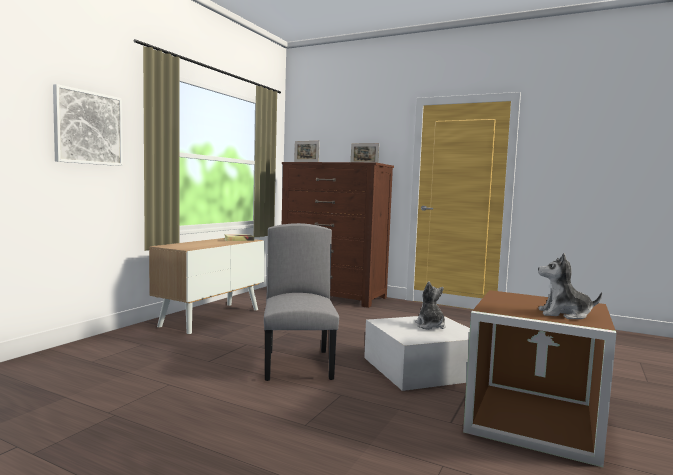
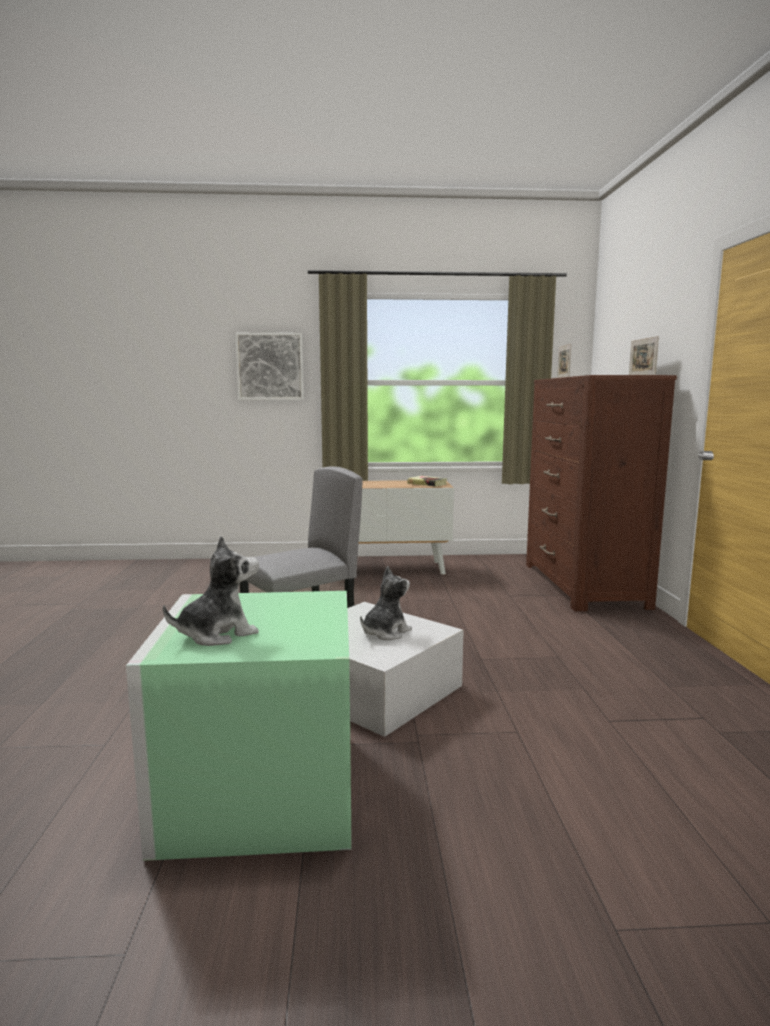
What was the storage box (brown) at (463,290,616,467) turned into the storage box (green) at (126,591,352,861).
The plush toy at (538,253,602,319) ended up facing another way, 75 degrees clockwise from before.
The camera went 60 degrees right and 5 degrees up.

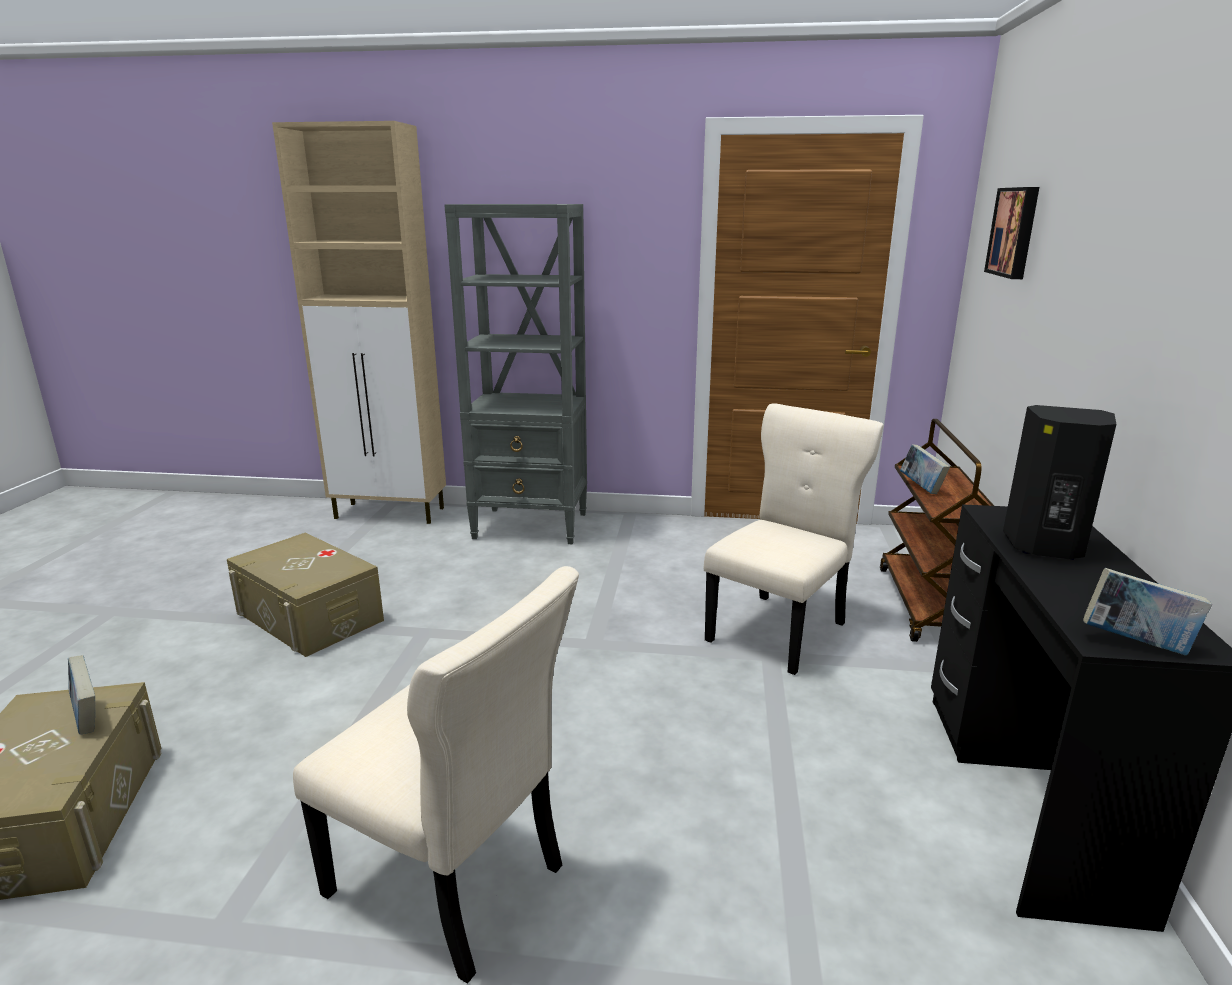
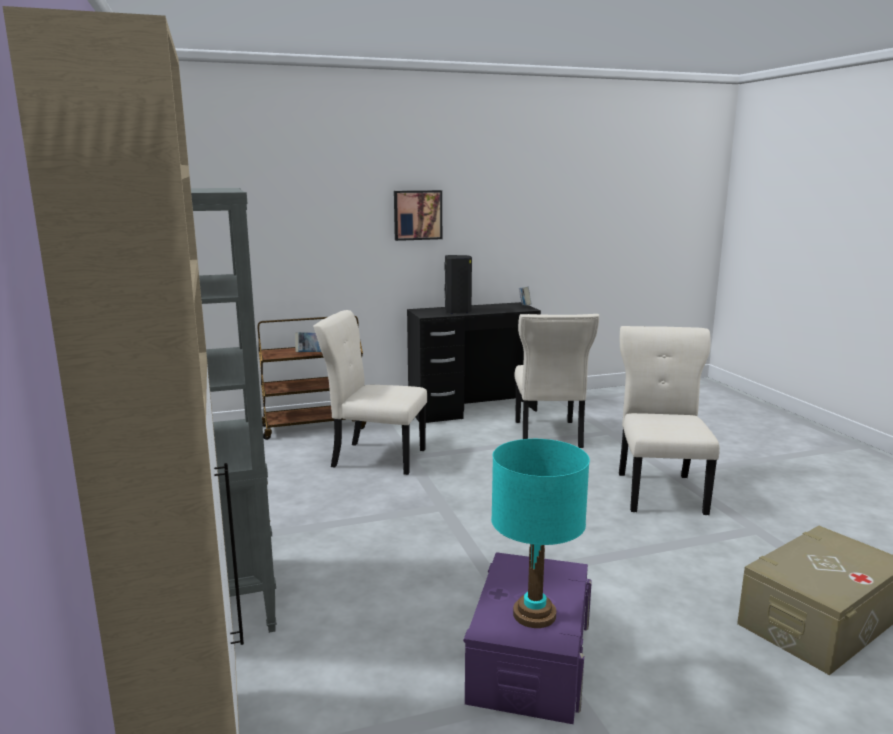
The second view lost the book at (68,655,95,735).
The second view gained the table lamp (turquoise) at (491,439,590,628).
The second view gained the chair (beige) at (514,314,599,448).
The picture ended up elsewhere, having gone from (984,187,1039,279) to (394,190,442,241).
What was the storage box (beige) at (227,533,384,657) turned into the storage box (purple) at (463,552,592,724).
The camera went 115 degrees left and 5 degrees down.

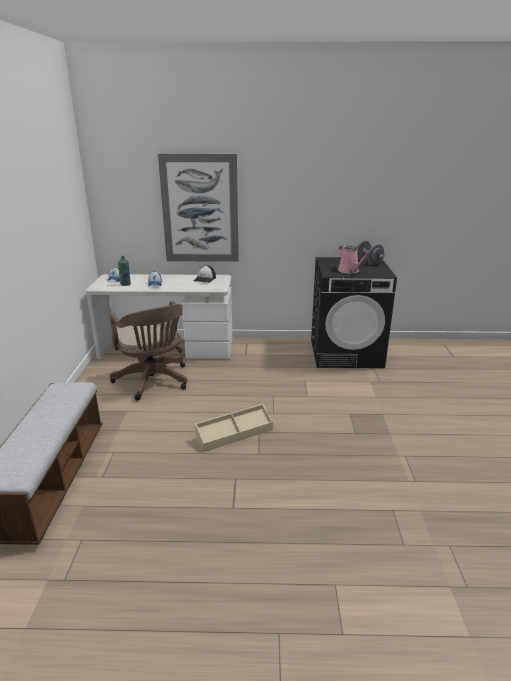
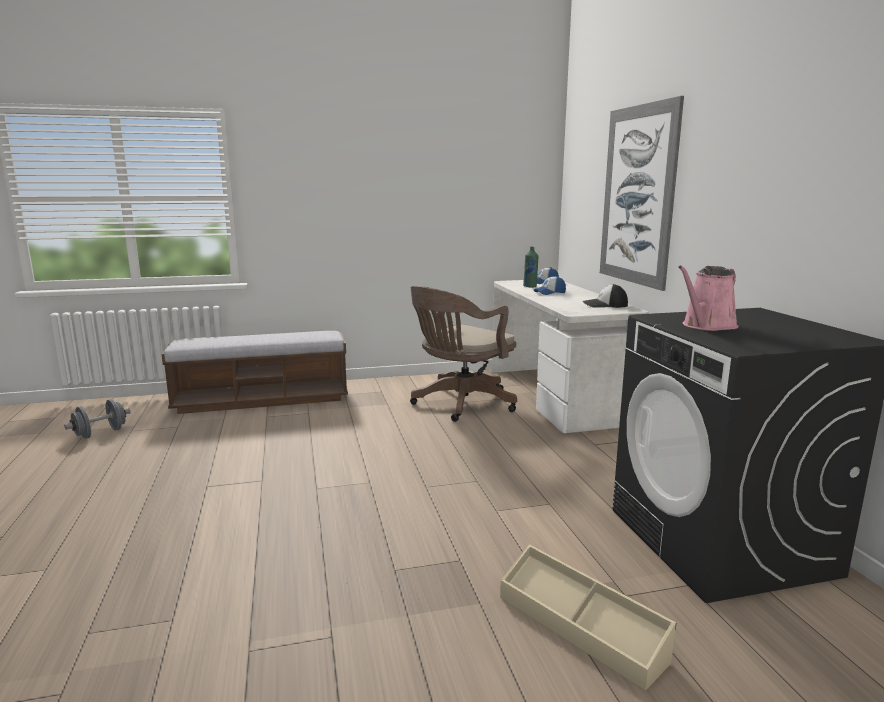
The storage box (beige) ended up elsewhere, having gone from (195,404,273,452) to (500,544,676,691).
The dumbbell (grey) ended up elsewhere, having gone from (356,241,385,265) to (64,399,131,439).
The camera went 75 degrees right and 10 degrees down.

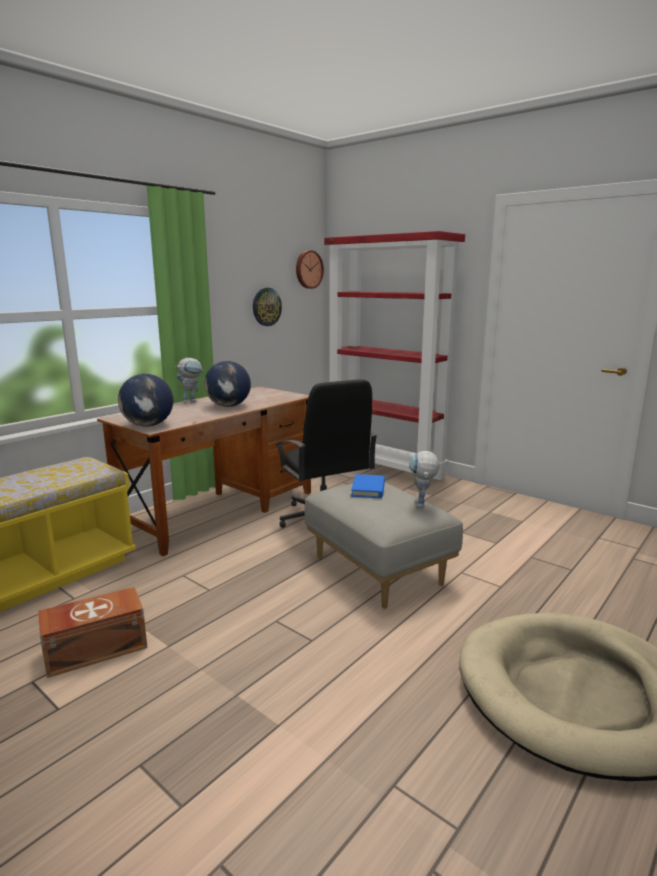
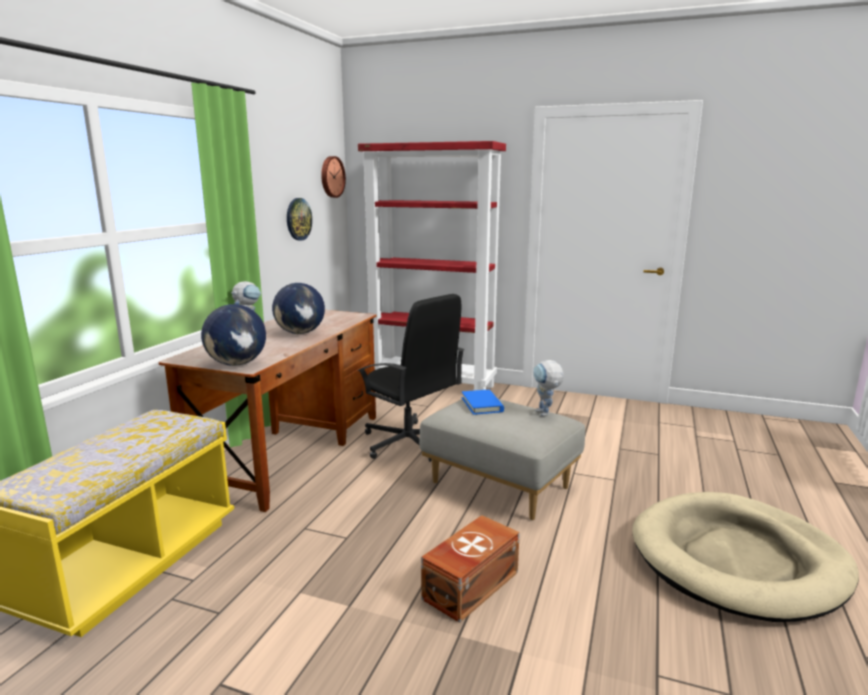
The storage box (brown) ended up elsewhere, having gone from (38,587,147,678) to (421,515,520,623).
The camera went 20 degrees left and 0 degrees up.

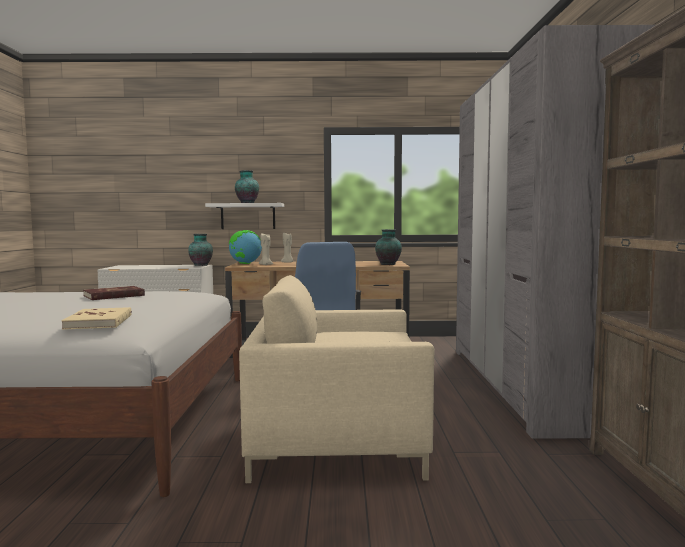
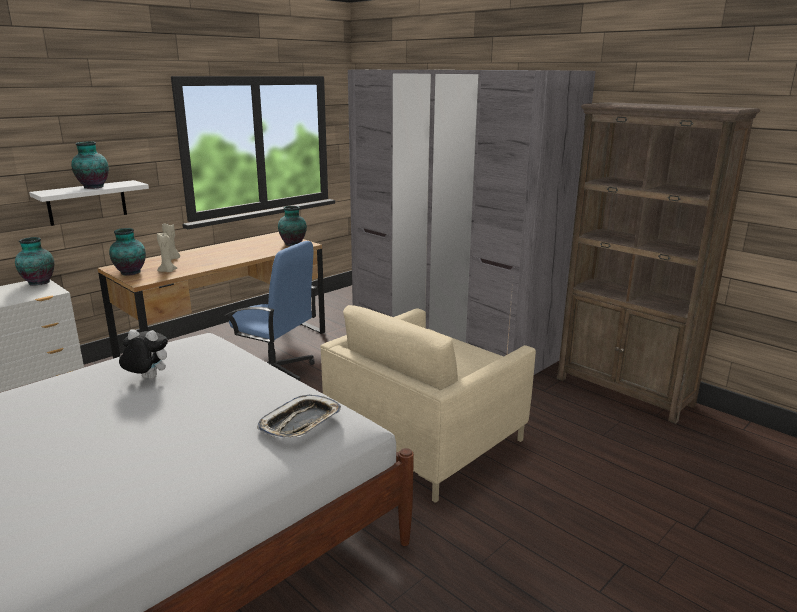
Where the book (beige) stood at (62,307,132,330), the tray came to stand at (257,395,341,438).
Where the book (red) stood at (83,286,145,300), the plush toy came to stand at (119,329,168,379).
Where the globe stood at (229,230,262,264), the vase came to stand at (109,228,146,275).
The camera went 45 degrees left and 15 degrees up.

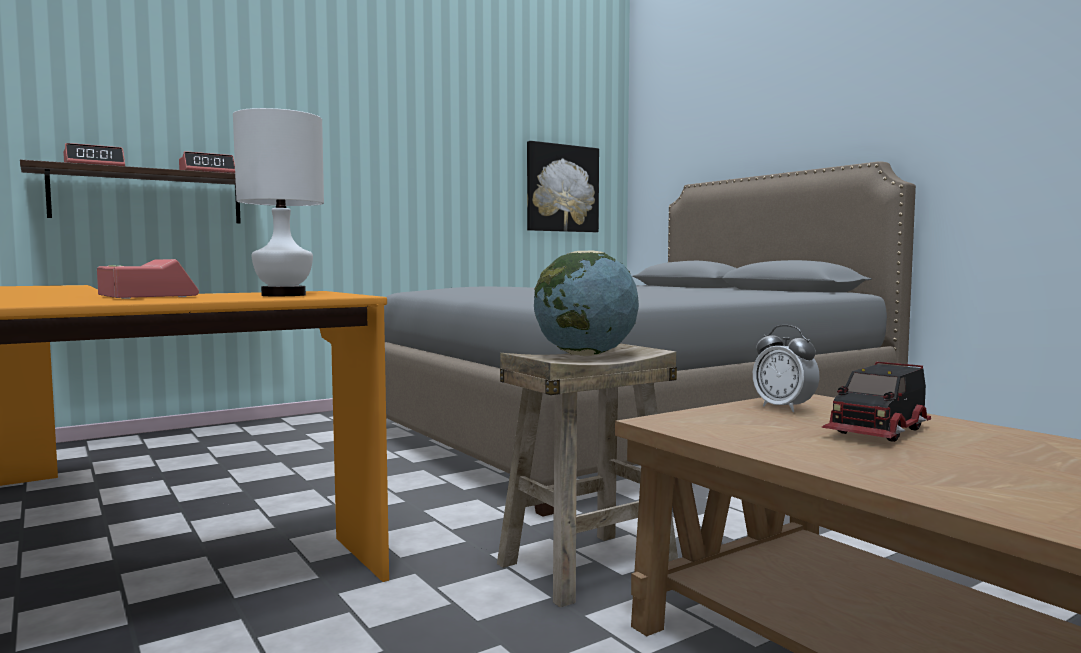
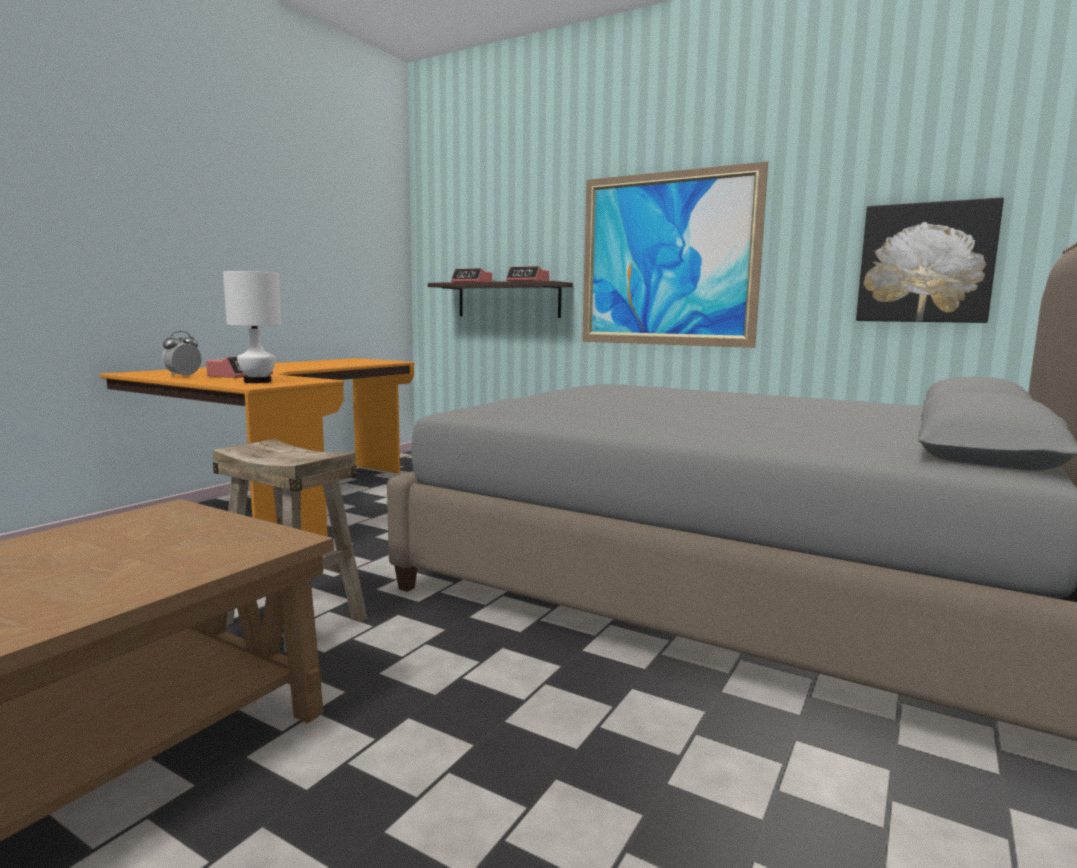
The second view lost the globe at (534,251,639,356).
The second view lost the toy truck at (822,361,931,442).
The second view gained the picture at (582,161,768,348).
The alarm clock ended up elsewhere, having gone from (753,325,819,412) to (163,331,202,377).
The camera went 65 degrees right and 5 degrees up.

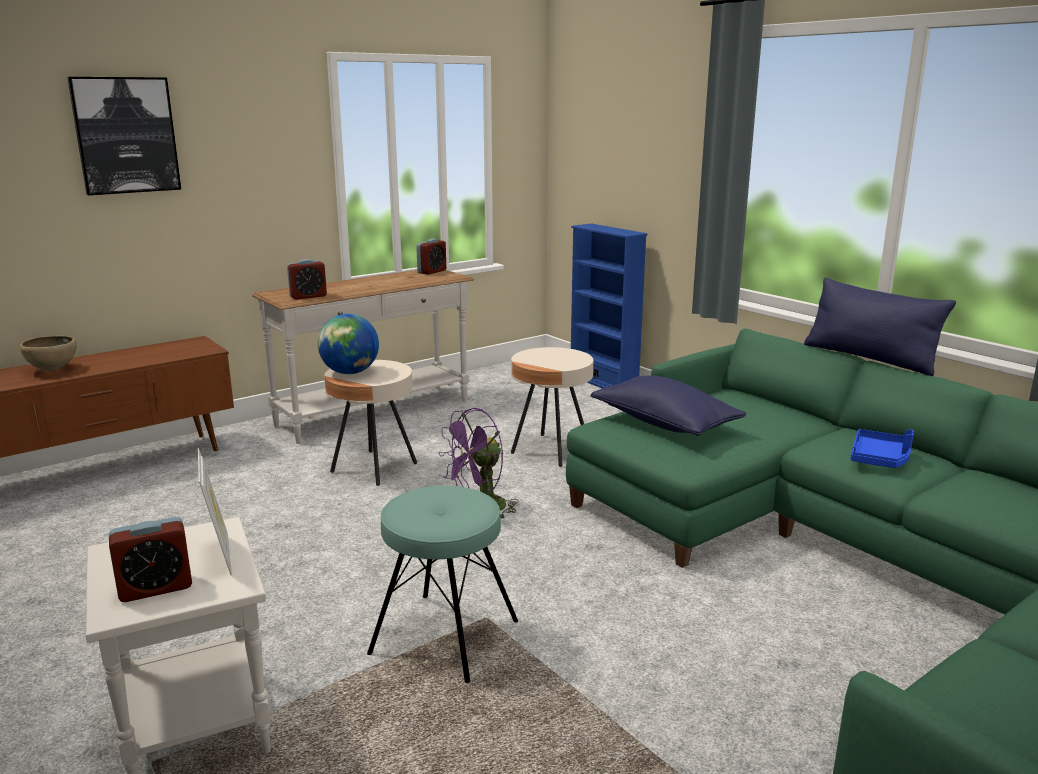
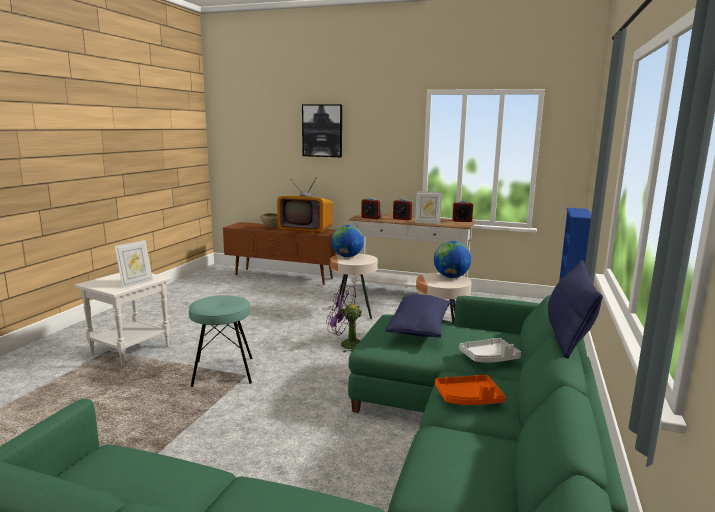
The second view gained the television at (277,177,333,234).
The second view gained the picture frame at (415,191,442,224).
The second view gained the globe at (434,241,471,278).
The second view gained the tray (grey) at (459,338,521,362).
The alarm clock ended up elsewhere, having gone from (109,517,192,602) to (393,199,413,220).
What was the tray (blue) at (850,429,914,468) turned into the tray (orange) at (435,375,506,405).
The camera went 55 degrees right and 5 degrees down.

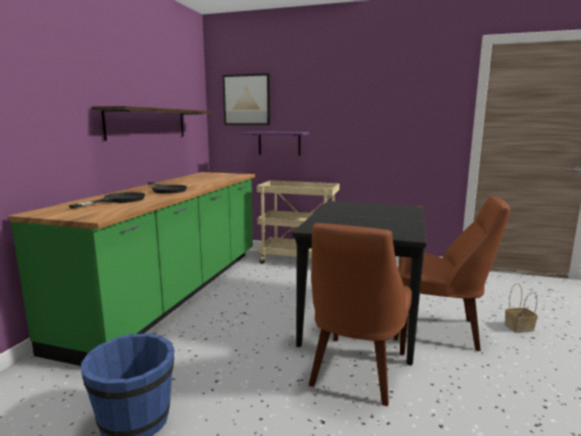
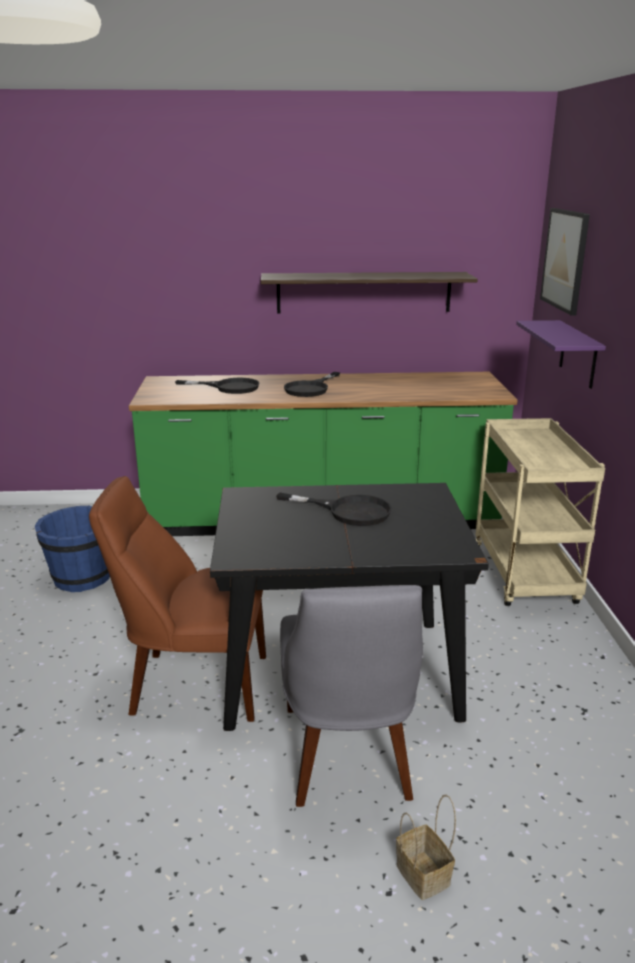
The second view gained the frying pan (black) at (276,492,392,526).
What was the chair (brown) at (394,196,510,351) turned into the chair (grey) at (280,585,423,807).
The camera went 70 degrees right and 10 degrees up.

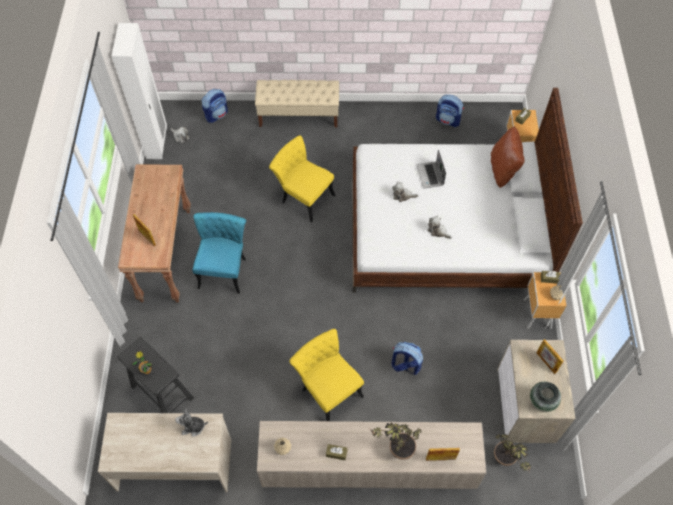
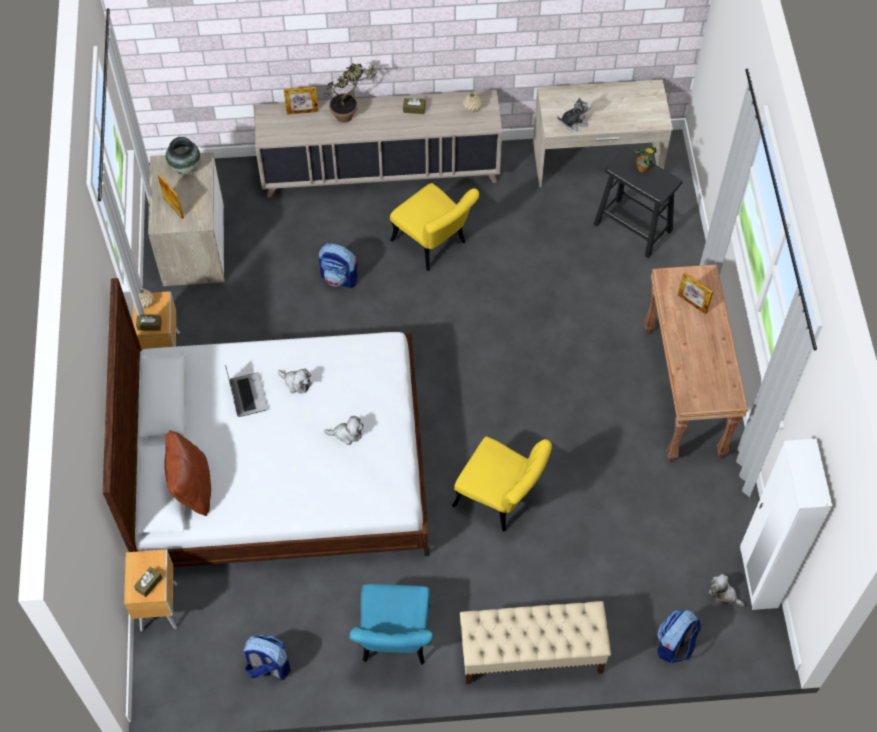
The second view lost the potted plant at (494,434,531,471).
The chair (turquoise) ended up elsewhere, having gone from (193,212,246,294) to (349,584,433,665).
The laptop ended up elsewhere, having gone from (417,149,446,188) to (225,364,268,417).
The camera went 175 degrees right and 0 degrees up.

